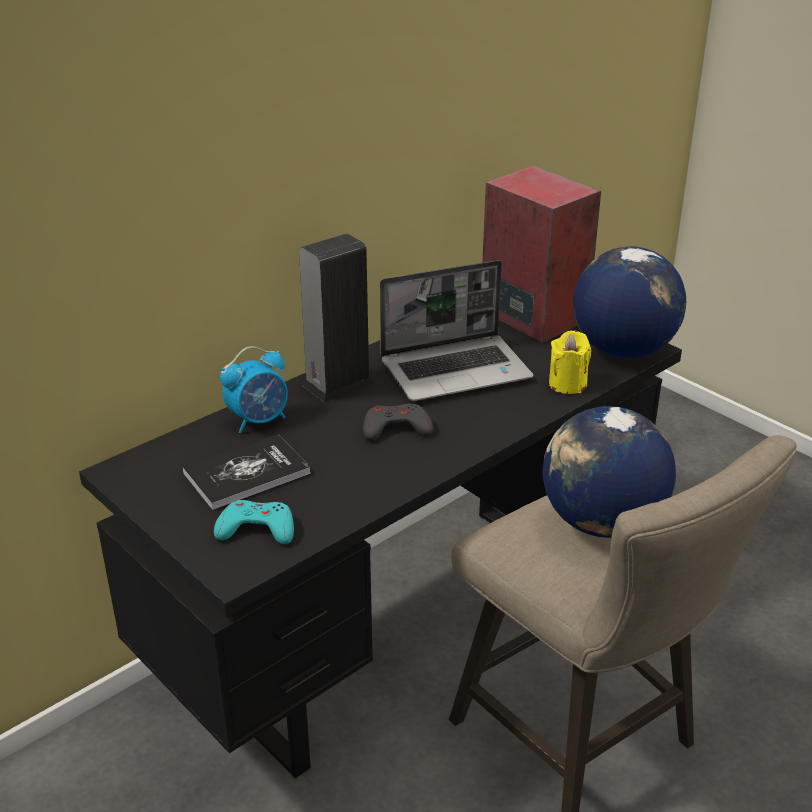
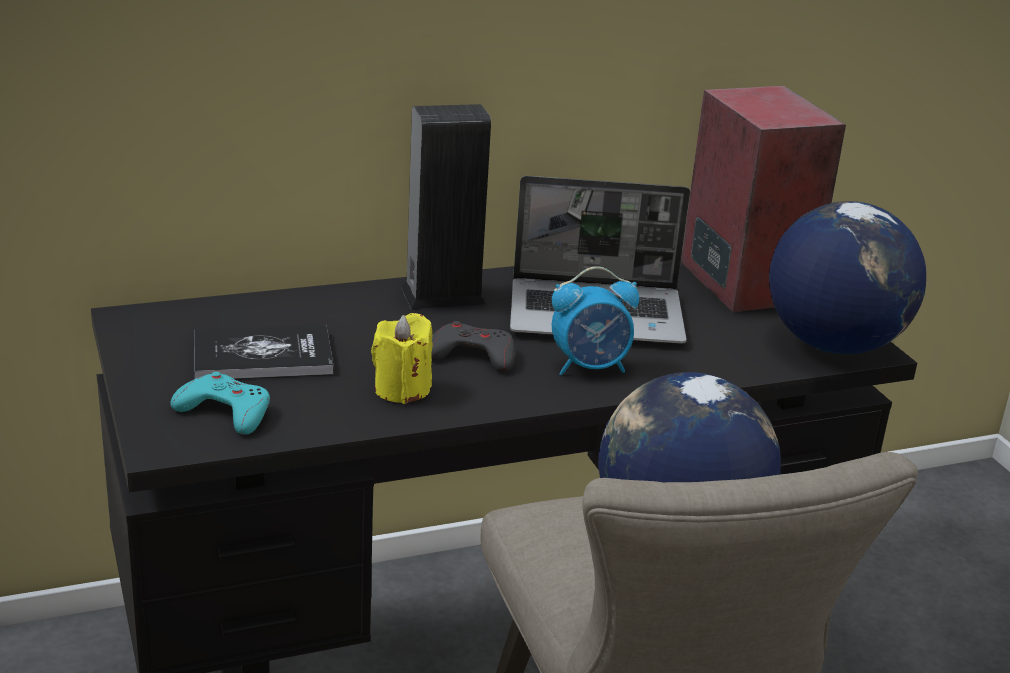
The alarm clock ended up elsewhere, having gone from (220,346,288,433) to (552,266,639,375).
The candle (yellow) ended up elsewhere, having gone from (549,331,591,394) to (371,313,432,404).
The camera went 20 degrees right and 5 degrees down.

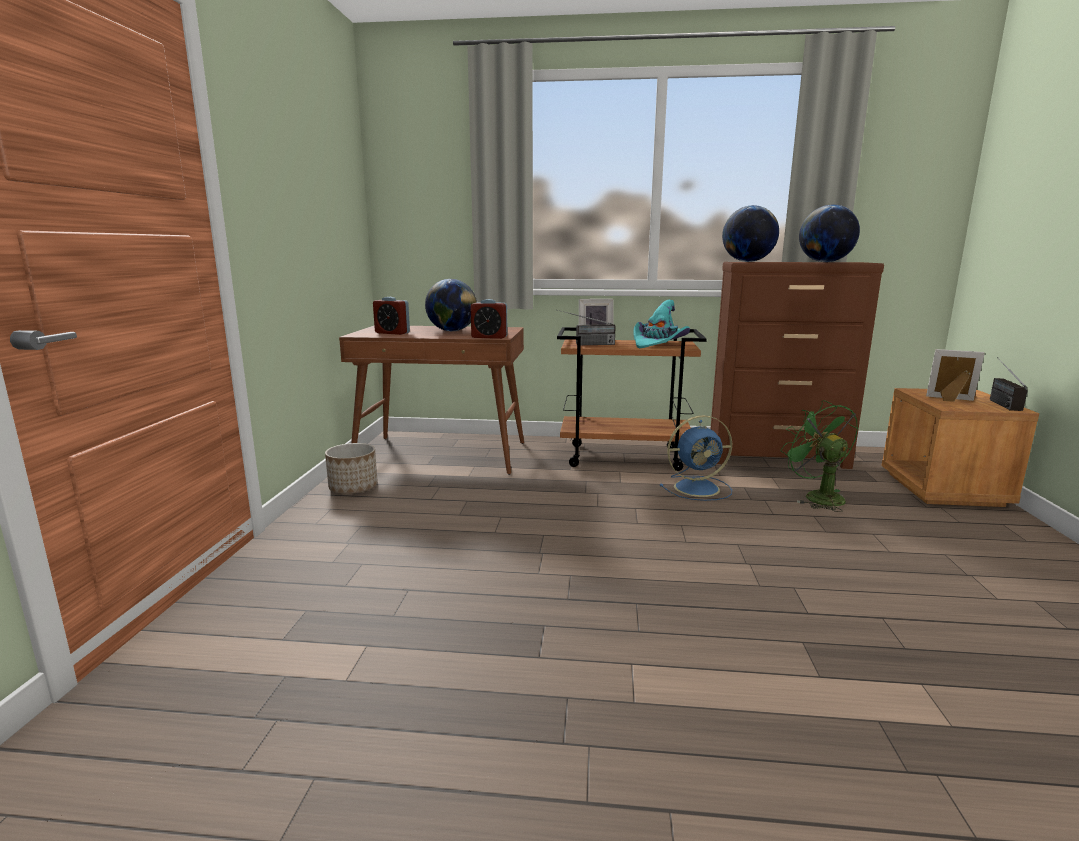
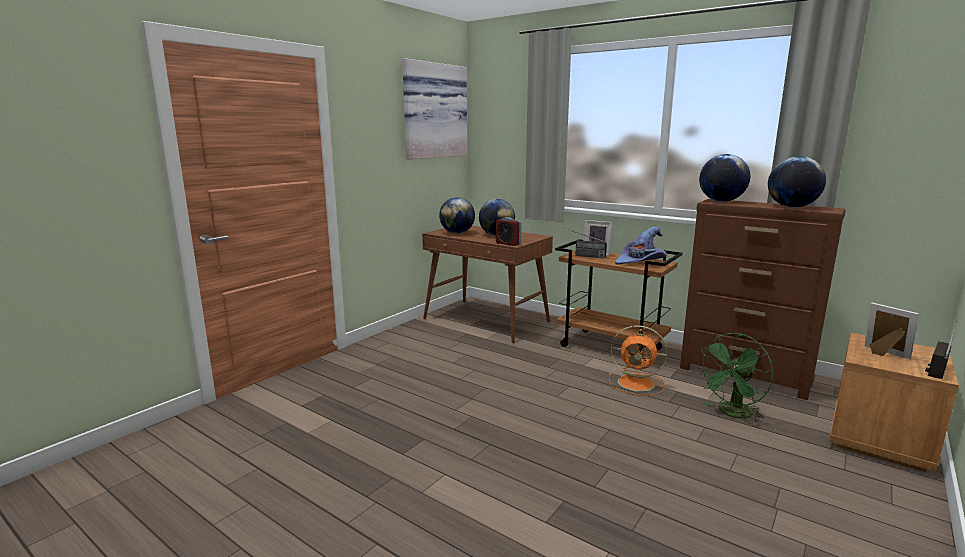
The second view lost the planter at (325,443,378,494).
The second view gained the picture at (402,58,467,159).
Where the alarm clock stood at (373,297,410,335), the globe came to stand at (439,198,475,234).
What was the hat (turquoise) at (633,300,690,348) turned into the hat (purple) at (615,227,666,265).
What was the fan (blue) at (660,415,732,501) turned into the fan (orange) at (609,325,668,396).
The fan (green) at (781,400,858,512) ended up facing another way, 135 degrees counterclockwise from before.
The camera went 30 degrees right and 0 degrees up.

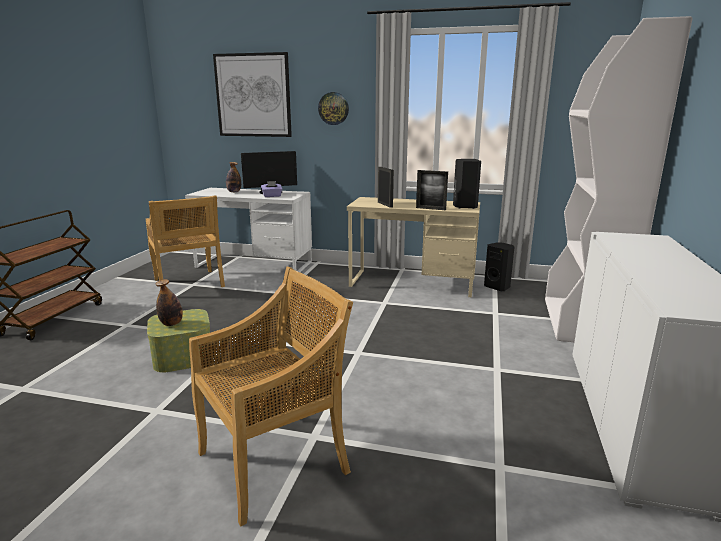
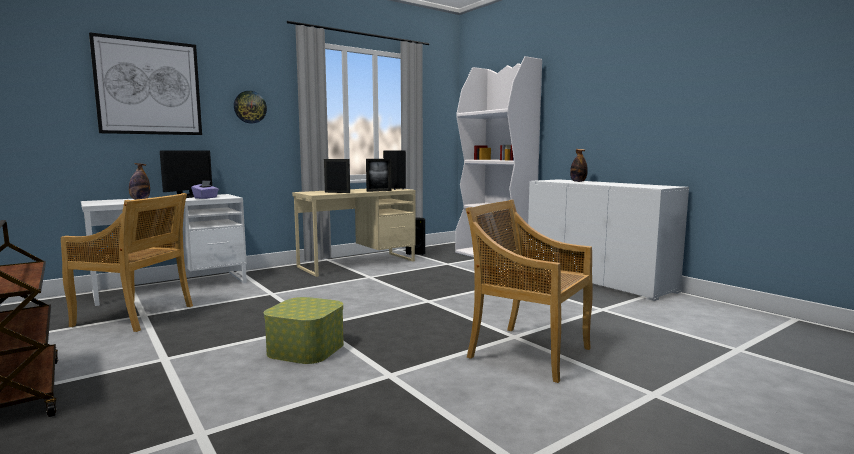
The bottle ended up elsewhere, having gone from (156,279,183,326) to (570,149,588,182).
The chair (beige) at (189,267,353,527) ended up facing another way, 60 degrees counterclockwise from before.
The camera went 50 degrees left and 10 degrees down.

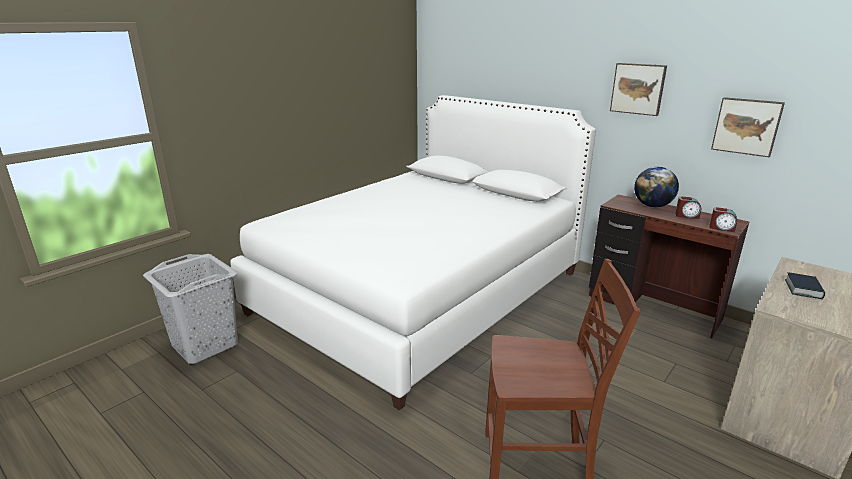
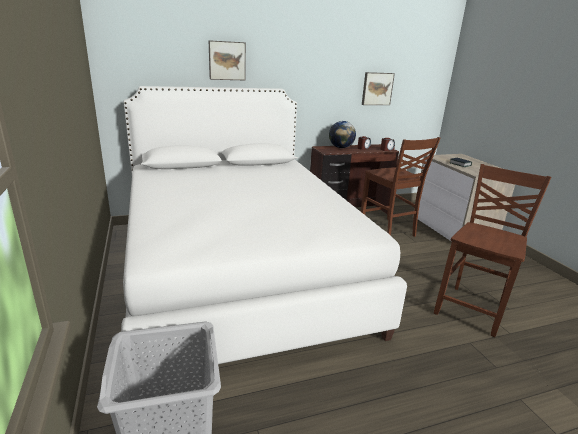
The second view gained the chair (brown) at (361,137,440,237).
The picture ended up elsewhere, having gone from (610,63,667,116) to (209,40,246,80).
The camera went 60 degrees left and 0 degrees up.

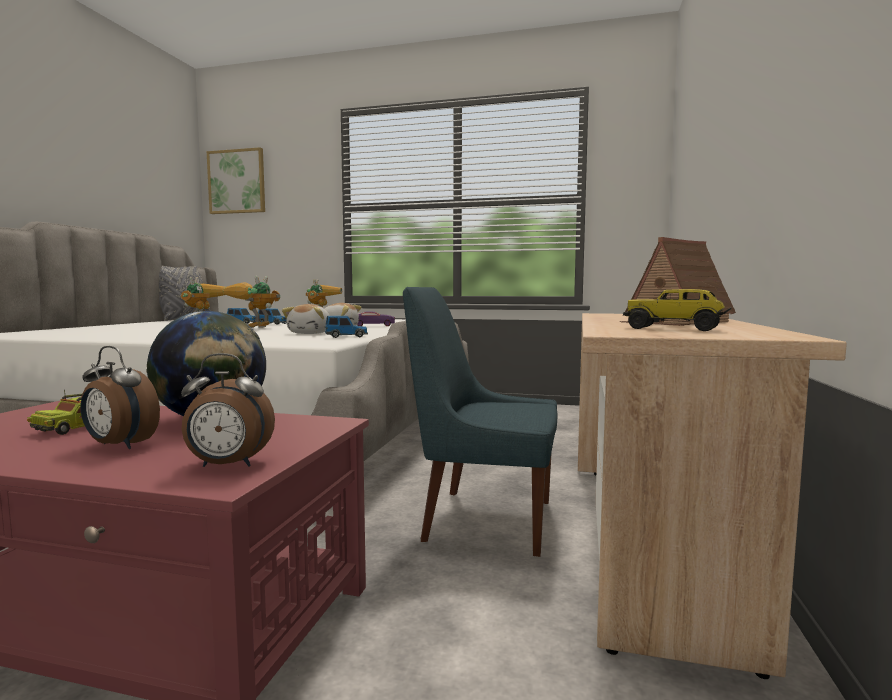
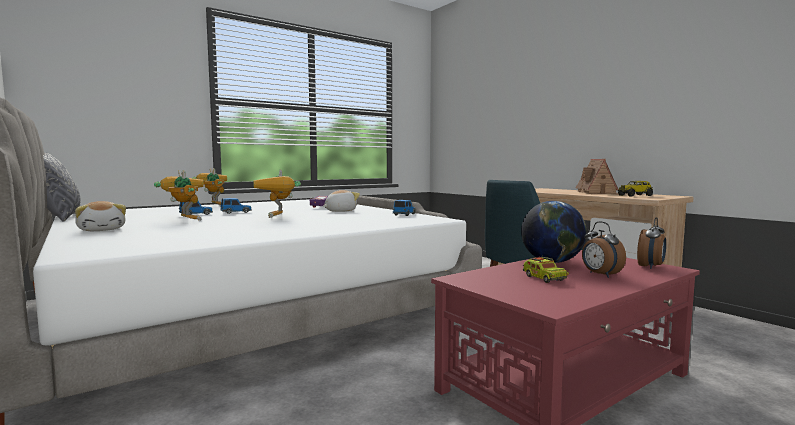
The second view lost the picture at (207,147,265,214).
The plush toy ended up elsewhere, having gone from (282,304,330,334) to (75,201,126,231).
The alarm clock at (81,346,160,449) ended up facing another way, 90 degrees clockwise from before.
The camera went 50 degrees left and 0 degrees up.

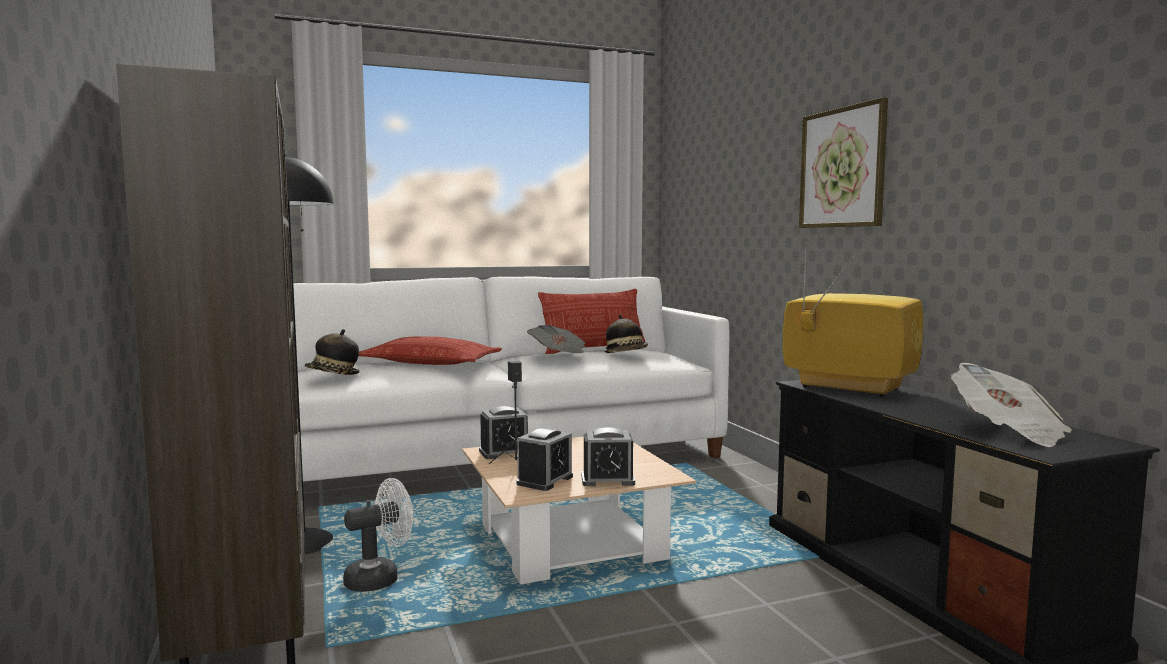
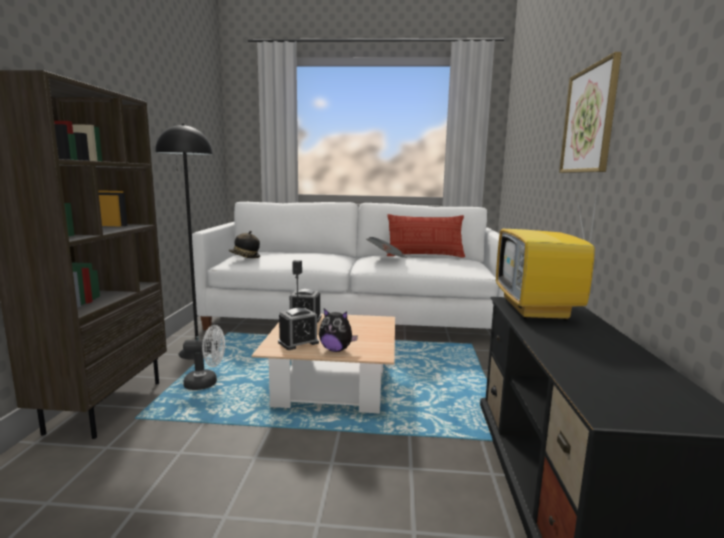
The second view lost the pillow at (359,336,502,365).
The second view lost the hat at (604,315,648,353).
The second view lost the newspaper at (951,363,1072,447).
Where the alarm clock stood at (581,427,635,486), the plush toy came to stand at (319,309,358,352).
The television at (783,230,923,397) ended up facing another way, 150 degrees counterclockwise from before.
The camera went 25 degrees right and 5 degrees up.

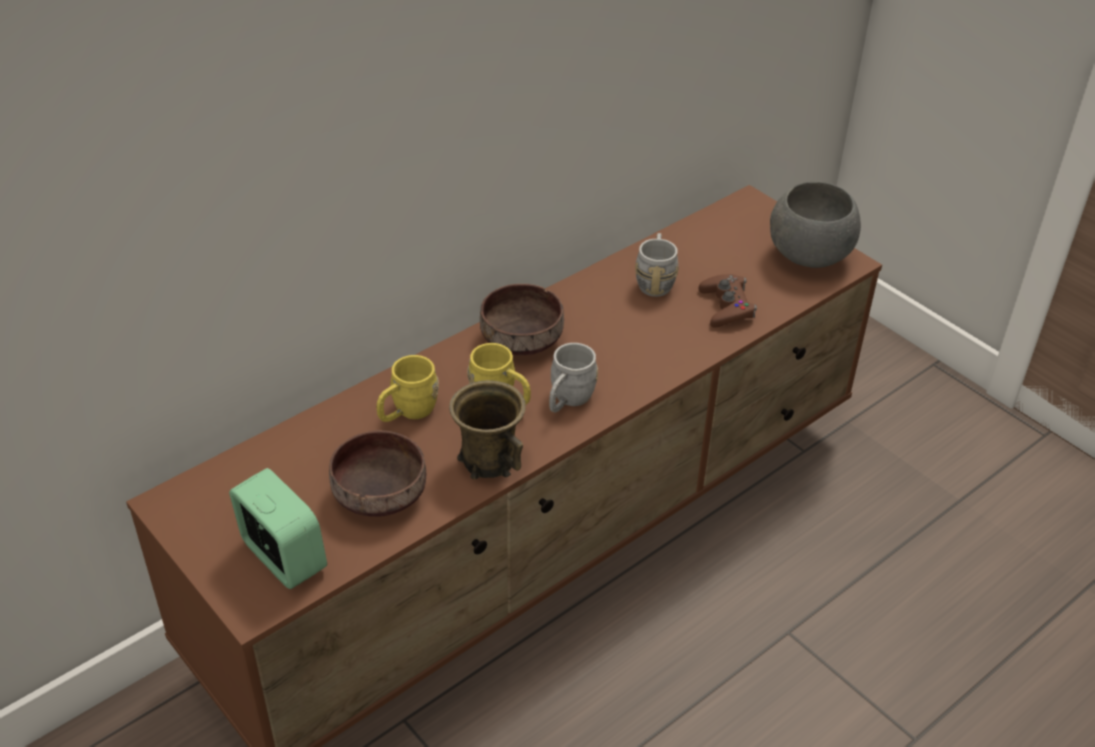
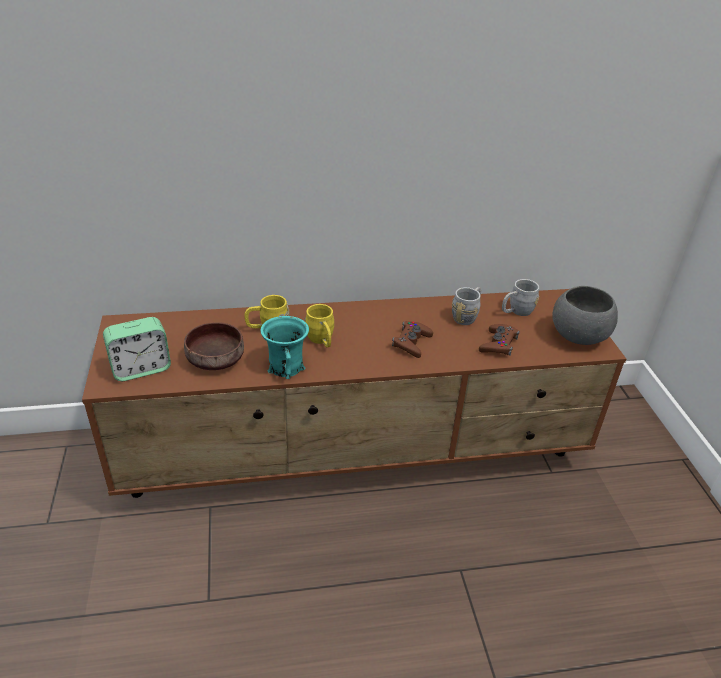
The second view lost the bowl (brown) at (480,284,564,355).
The second view gained the game controller (brown) at (392,321,433,358).
The mug (grey) ended up elsewhere, having gone from (549,343,598,413) to (502,279,539,316).
What was the mug (brown) at (449,380,526,480) turned into the mug (turquoise) at (260,316,309,379).
The alarm clock at (229,468,327,589) ended up facing another way, 75 degrees clockwise from before.
The camera went 30 degrees right and 5 degrees down.

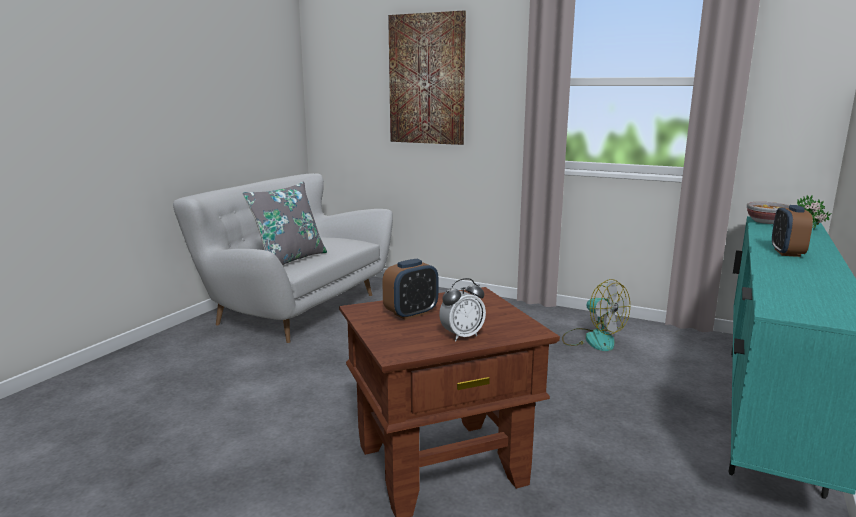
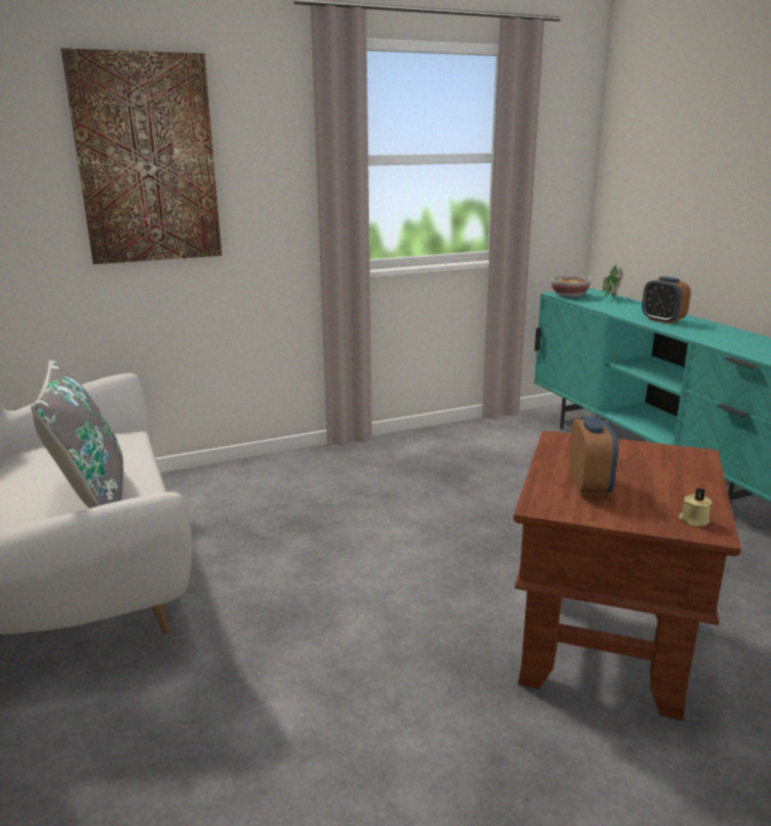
The second view lost the alarm clock at (439,278,486,341).
The second view lost the fan at (562,279,630,351).
The second view gained the candle (beige) at (679,488,712,526).
The camera went 50 degrees left and 5 degrees up.

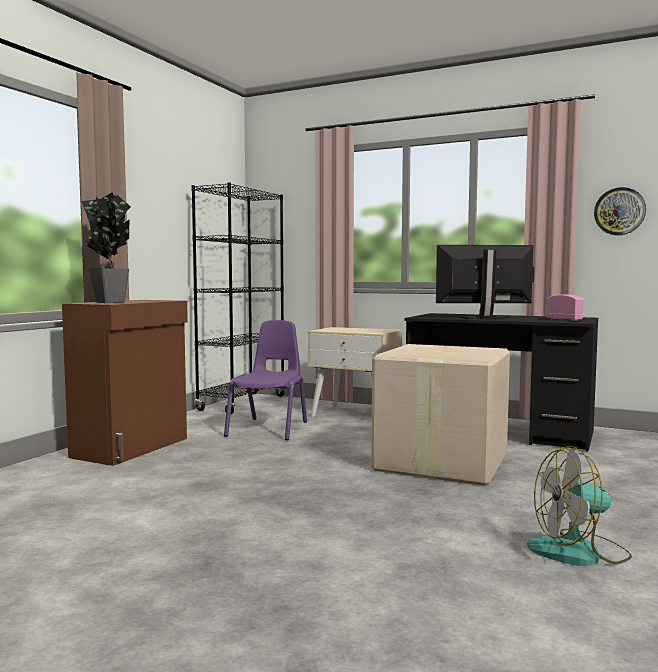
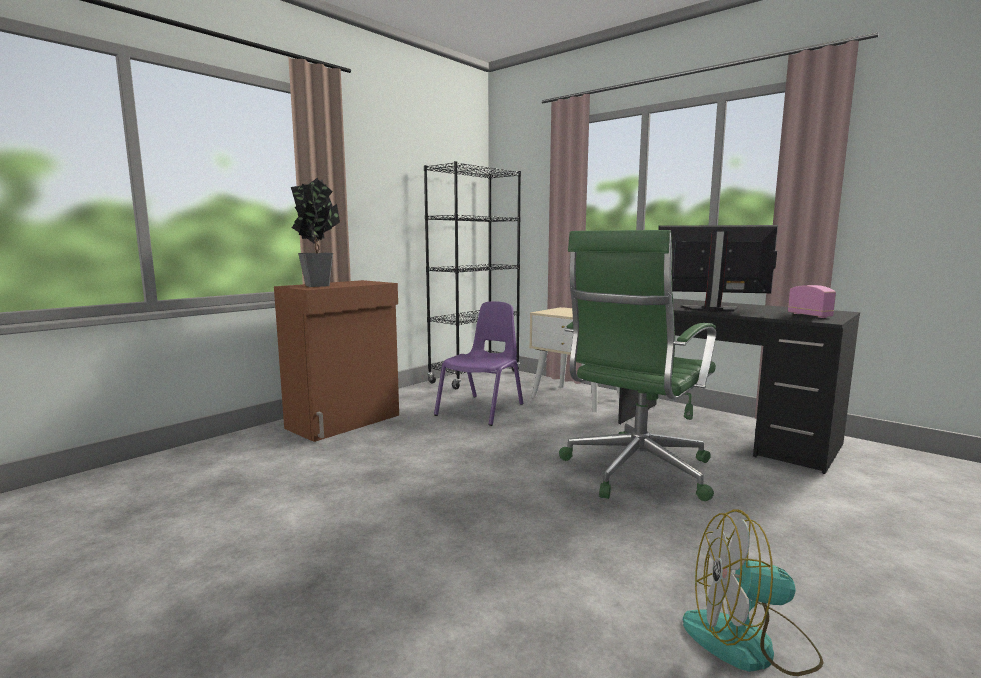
The second view lost the wall clock at (594,187,646,235).
Where the cardboard box stood at (371,344,510,486), the office chair (green) came to stand at (559,230,716,501).
The camera went 15 degrees right and 5 degrees up.

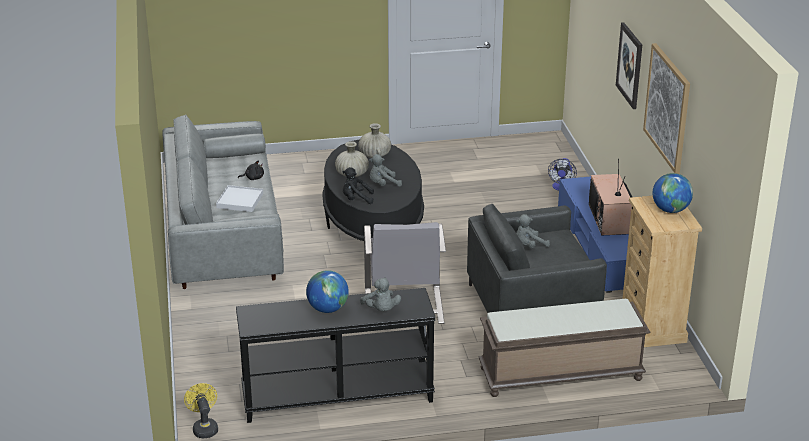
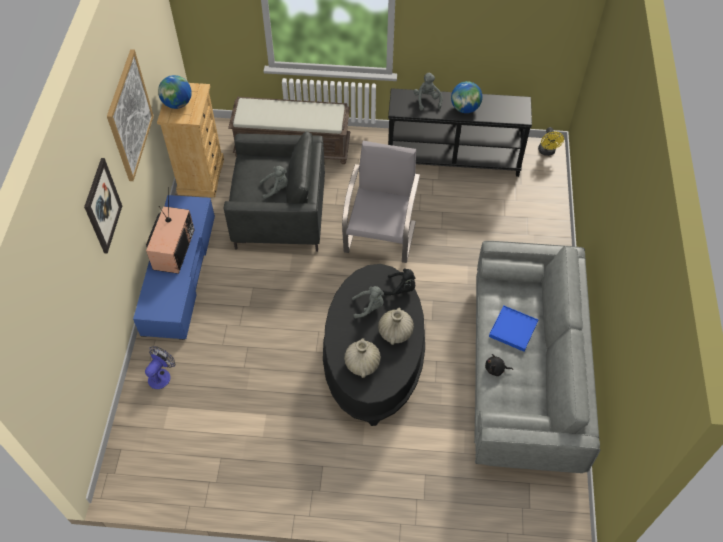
What was the tray (white) at (216,185,263,212) turned into the tray (blue) at (489,305,538,352).
The camera went 165 degrees left and 25 degrees up.

